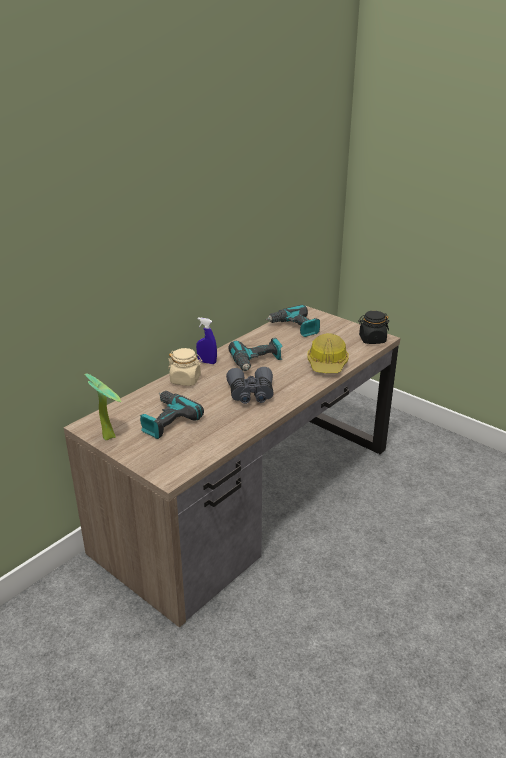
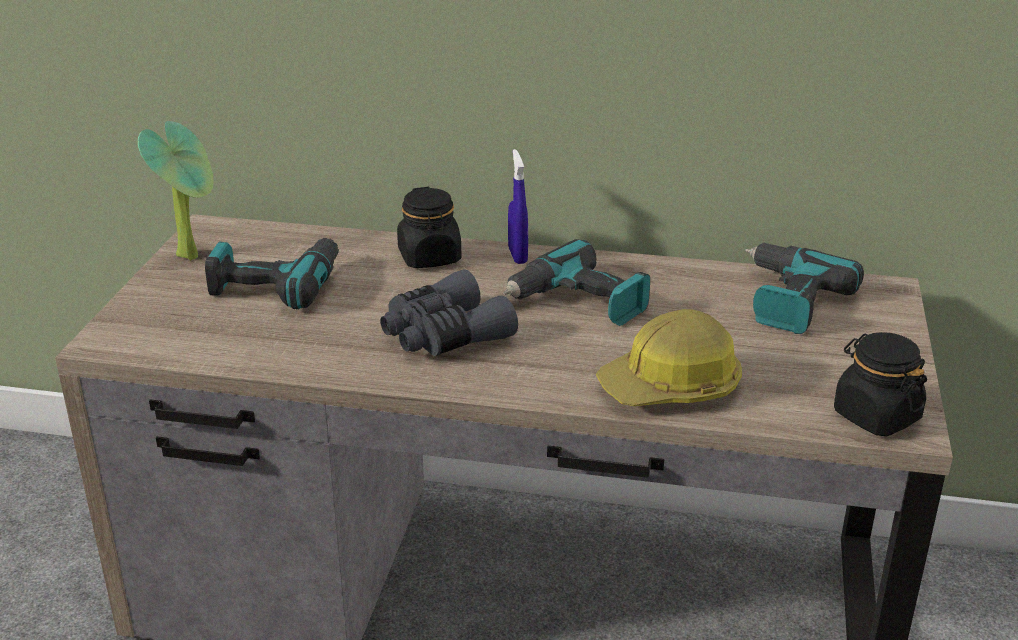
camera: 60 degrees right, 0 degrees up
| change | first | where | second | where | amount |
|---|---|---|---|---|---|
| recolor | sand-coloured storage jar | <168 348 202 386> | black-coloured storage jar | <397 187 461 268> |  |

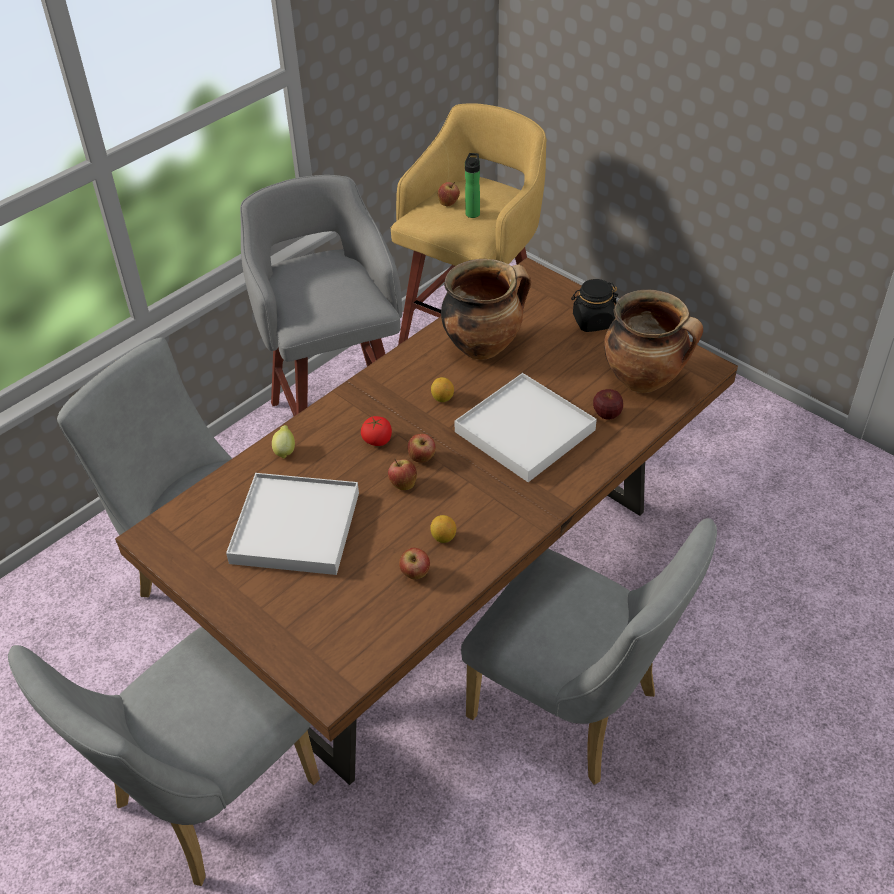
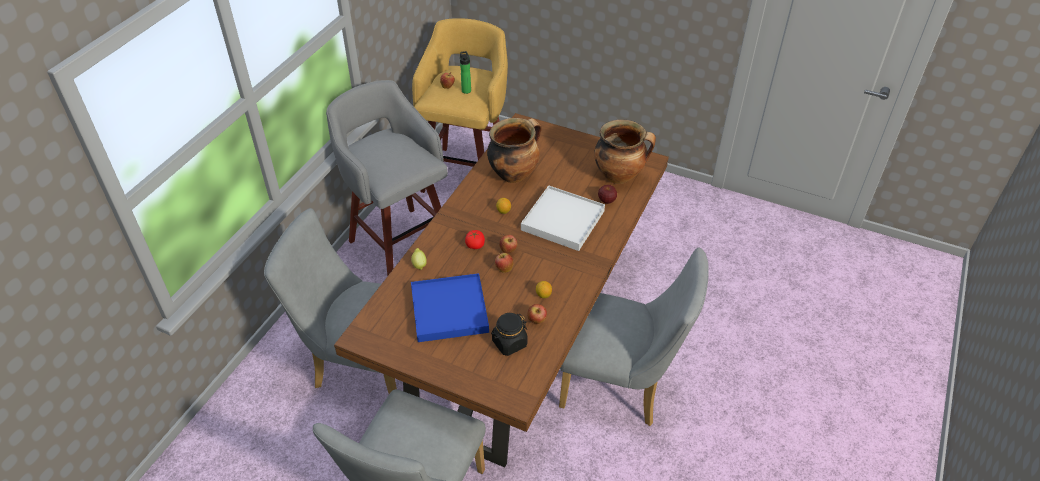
camera: 20 degrees left, 0 degrees up
| change | first | where | second | where | amount |
|---|---|---|---|---|---|
| recolor | whitish serving tray | <226 473 359 575> | blue-coloured serving tray | <411 273 489 342> |  |
| move | black-coloured storage jar | <571 279 618 332> |  | <491 313 528 356> |  |

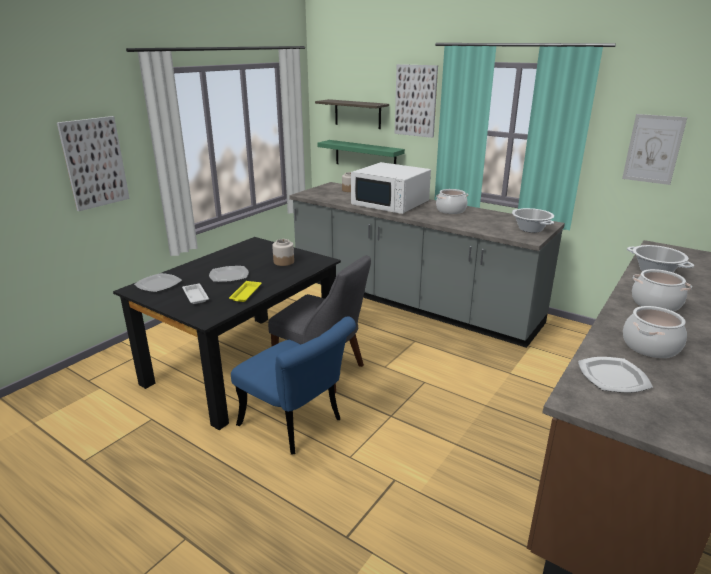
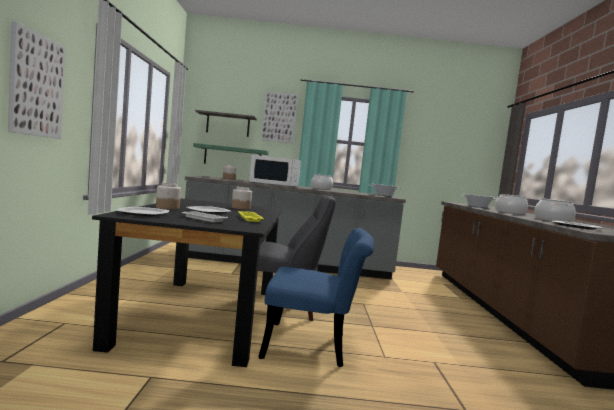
camera: 35 degrees left, 20 degrees down
| change | first | where | second | where | amount |
|---|---|---|---|---|---|
| delete | wall art | <622 114 687 185> |  |  |  |
| insert |  |  | storage jar | <156 183 181 209> |  |

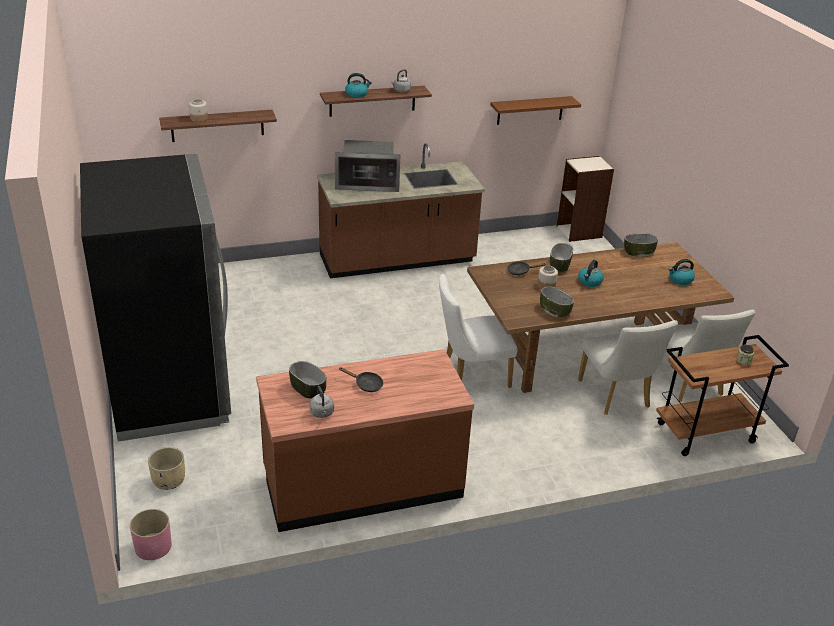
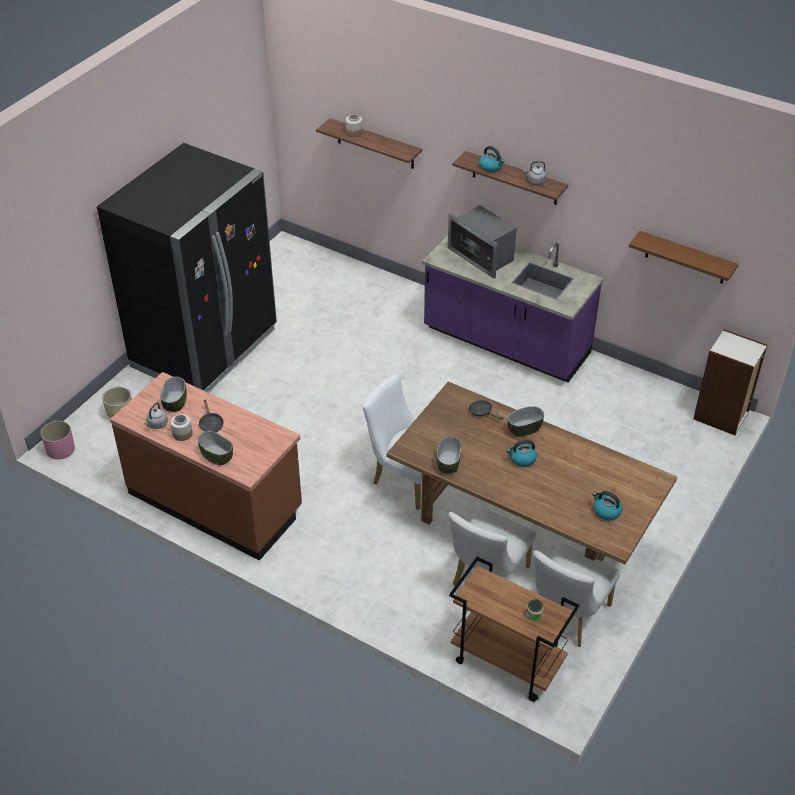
camera: 50 degrees right, 10 degrees up
| change | first | where | second | where | amount |
|---|---|---|---|---|---|
| recolor | brown-coloured kitchen base unit | <317 143 485 278> | purplish kitchen base unit | <422 235 603 383> |  |
| move | storage jar | <538 266 558 289> |  | <170 414 193 441> |  |
| move | serving bowl | <624 233 658 257> |  | <198 431 233 465> |  |

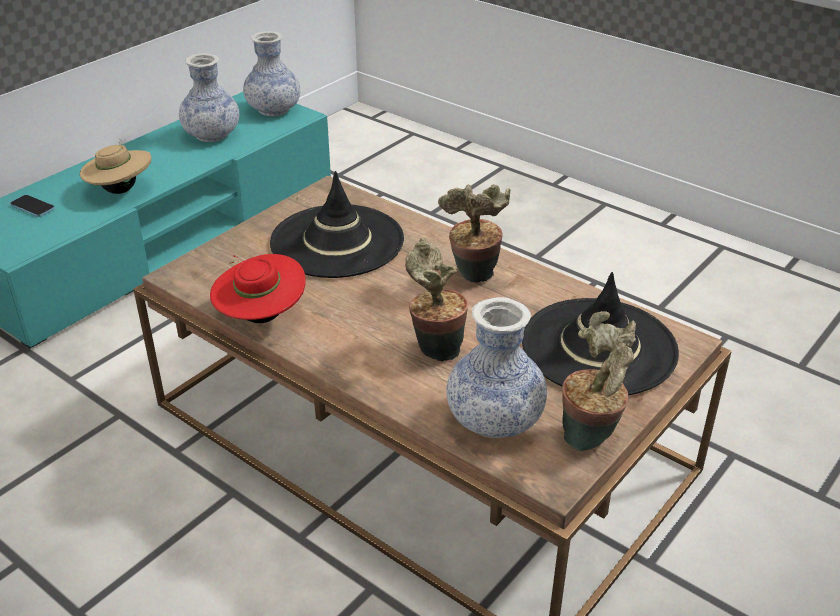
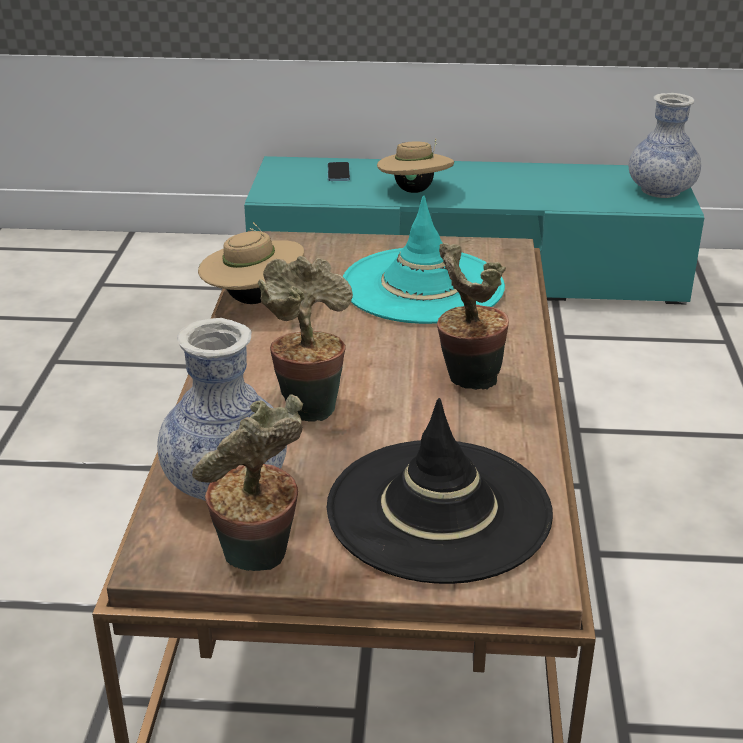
camera: 55 degrees right, 5 degrees down
| change | first | where | second | where | amount |
|---|---|---|---|---|---|
| delete | vase | <179 53 239 142> |  |  |  |
| recolor | red-coloured wearable hat | <210 254 305 323> | sand-coloured wearable hat | <198 222 304 304> |  |
| recolor | black-coloured wearable hat | <270 171 404 278> | blue-green wearable hat | <343 196 505 324> |  |

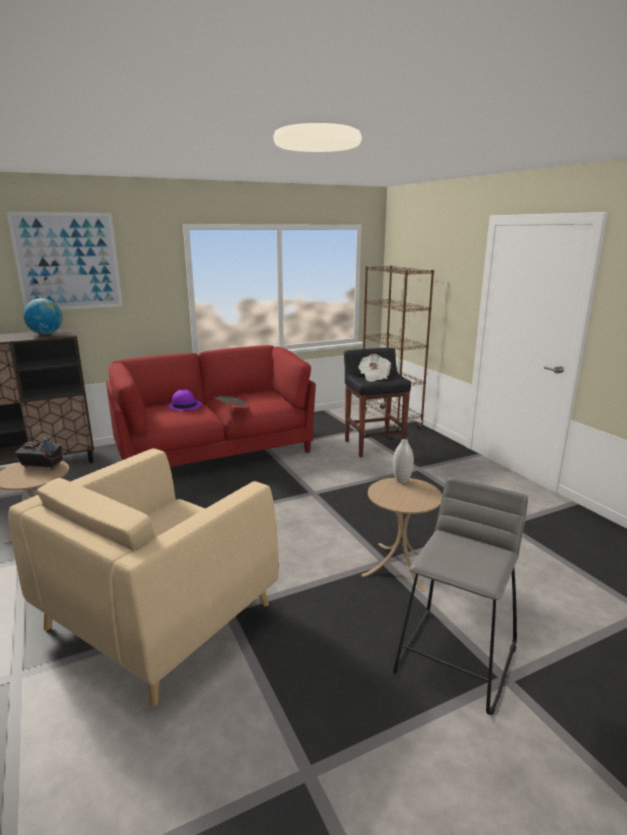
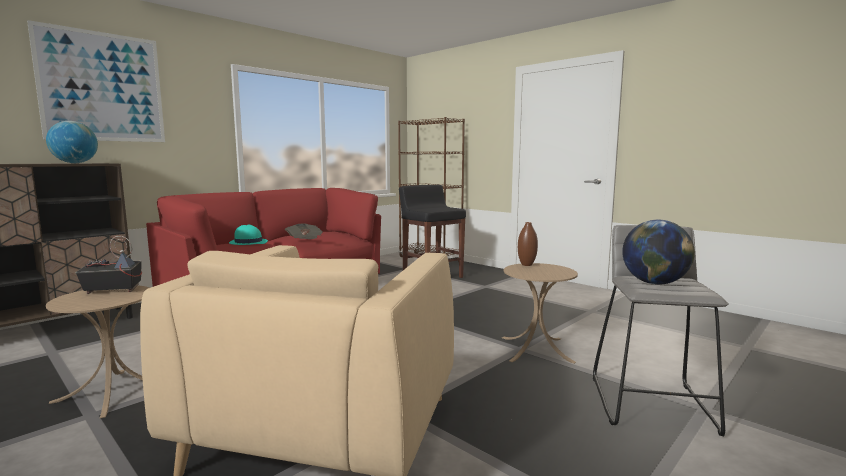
camera: 20 degrees left, 10 degrees down
| change | first | where | second | where | amount |
|---|---|---|---|---|---|
| recolor | purplish wearable hat | <168 389 202 411> | blue-green wearable hat | <229 224 268 245> |  |
| delete | newspaper | <358 354 391 381> |  |  |  |
| recolor | whitish vase | <393 439 414 483> | brown-coloured vase | <518 222 538 266> |  |
| insert |  |  | desk globe | <622 220 695 285> |  |

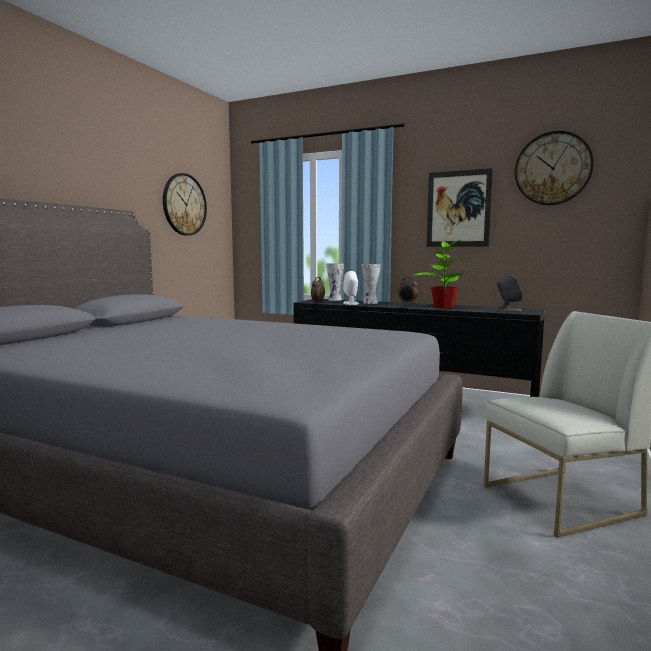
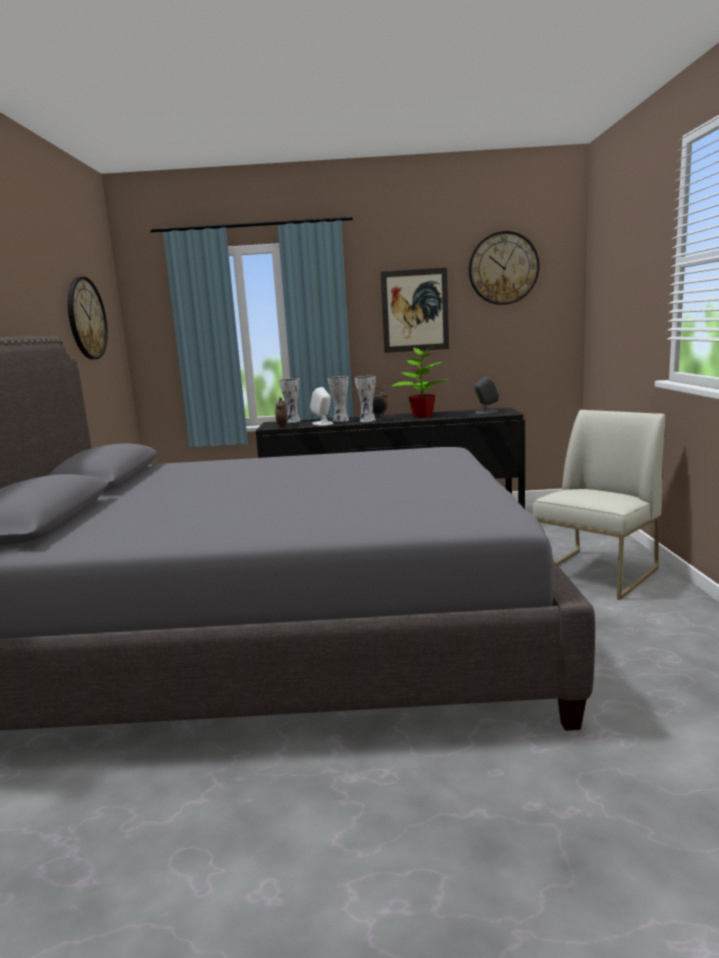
camera: 25 degrees left, 5 degrees up
| change | first | where | second | where | amount |
|---|---|---|---|---|---|
| insert |  |  | vase | <354 376 376 422> |  |

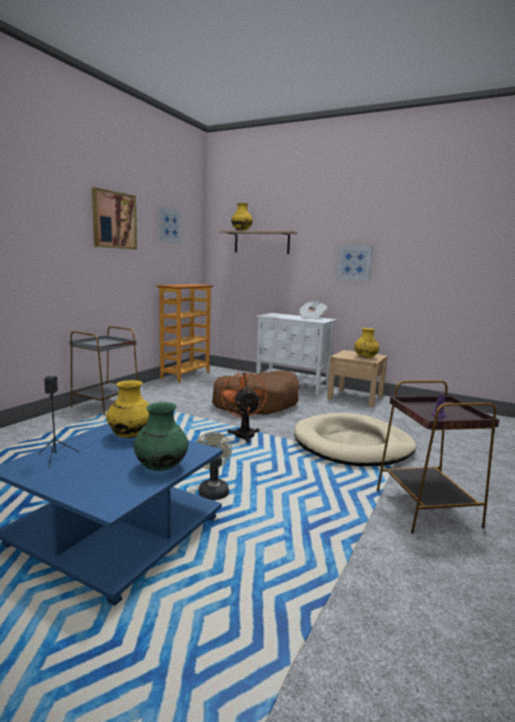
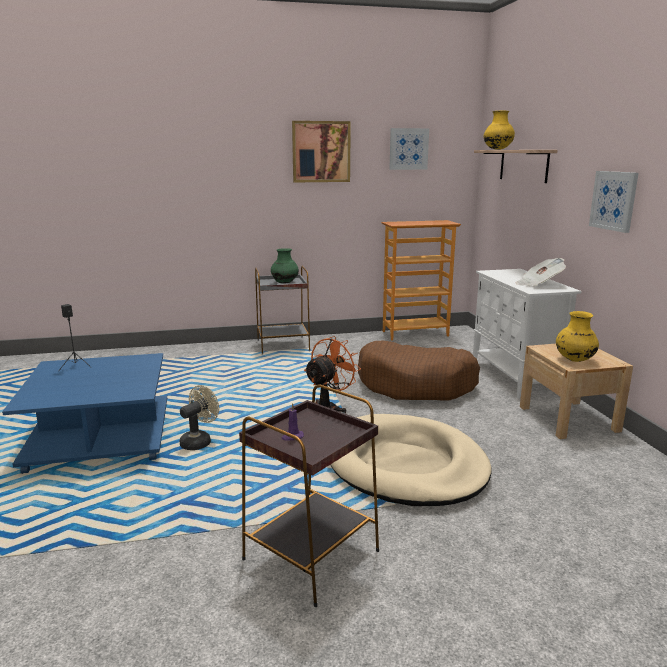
camera: 50 degrees right, 5 degrees up
| change | first | where | second | where | amount |
|---|---|---|---|---|---|
| delete | yellow vase | <106 380 149 438> |  |  |  |
| move | greenish vase | <134 402 188 471> |  | <271 248 299 284> |  |

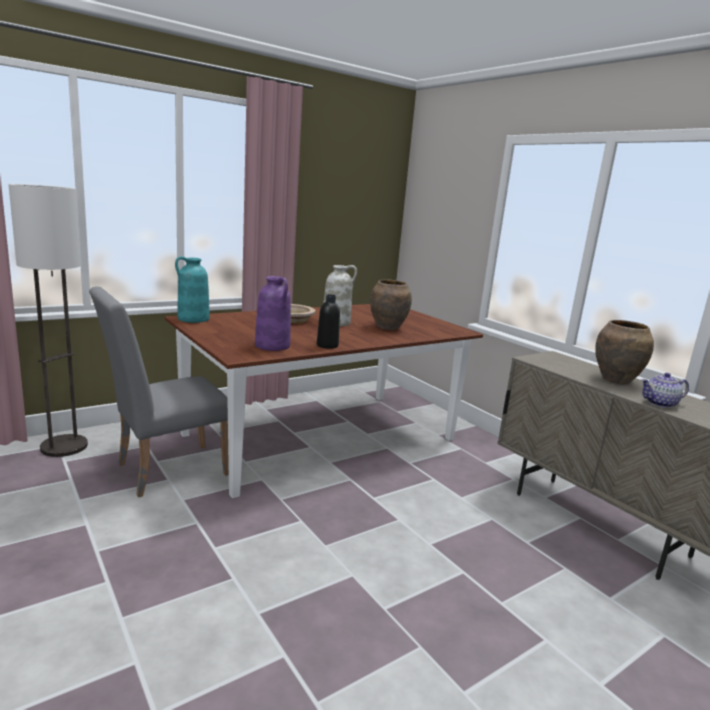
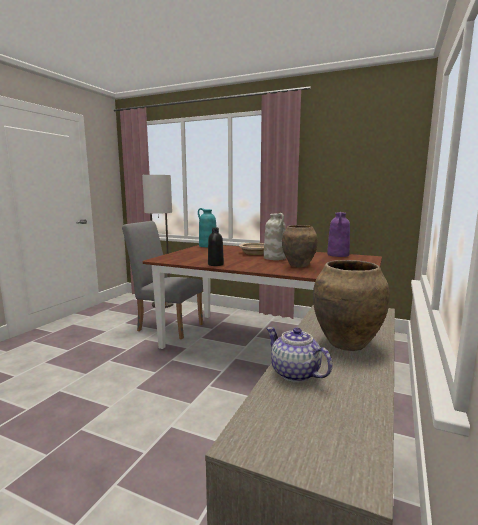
camera: 60 degrees right, 5 degrees down
| change | first | where | second | where | amount |
|---|---|---|---|---|---|
| move | purplish vase | <255 276 291 351> |  | <327 212 350 257> |  |

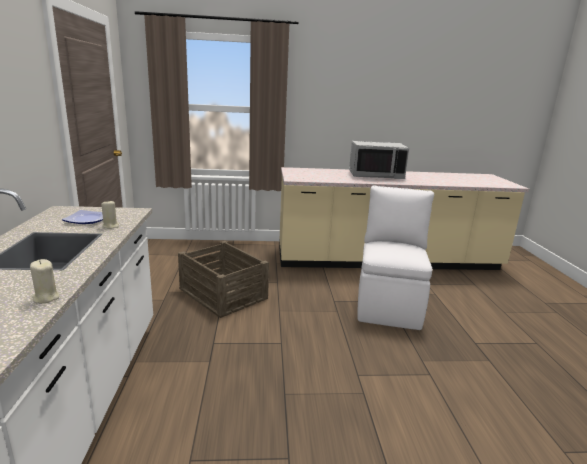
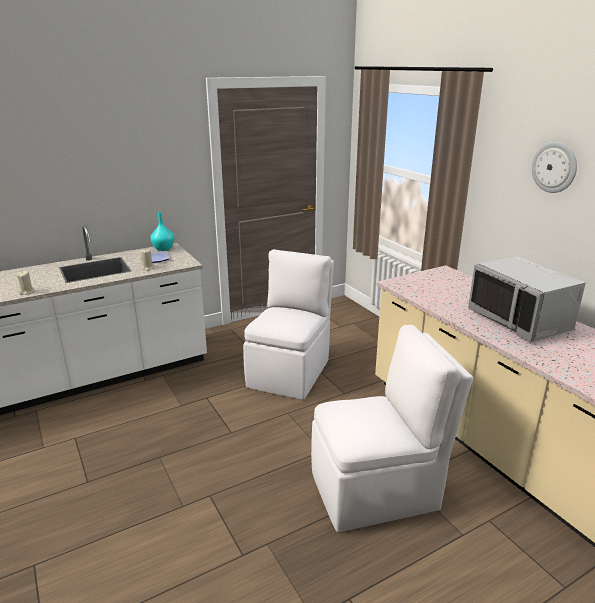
camera: 65 degrees right, 5 degrees up
| change | first | where | second | where | amount |
|---|---|---|---|---|---|
| replace | shipping crate | <178 241 269 318> | whitish chair | <243 249 334 400> |  |
| insert |  |  | blue-green vase | <151 212 174 251> |  |
| insert |  |  | hanging clock | <532 142 577 193> |  |

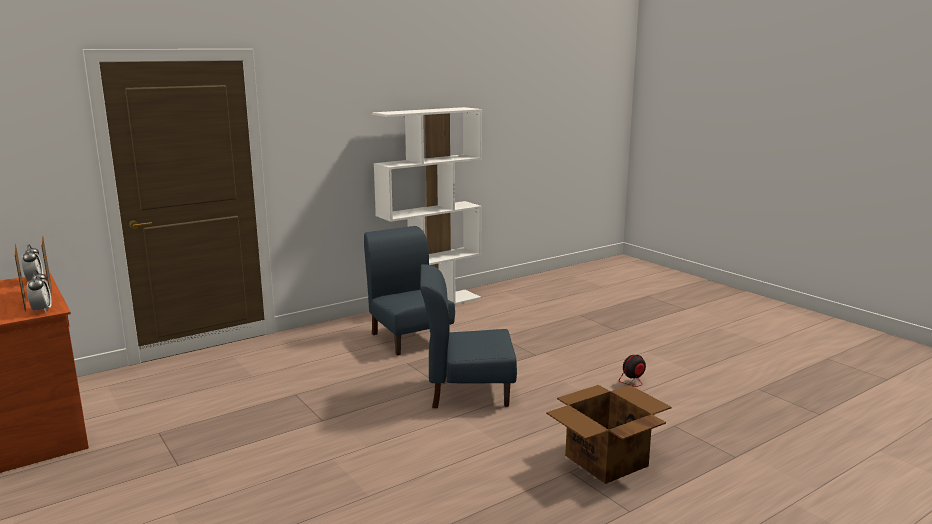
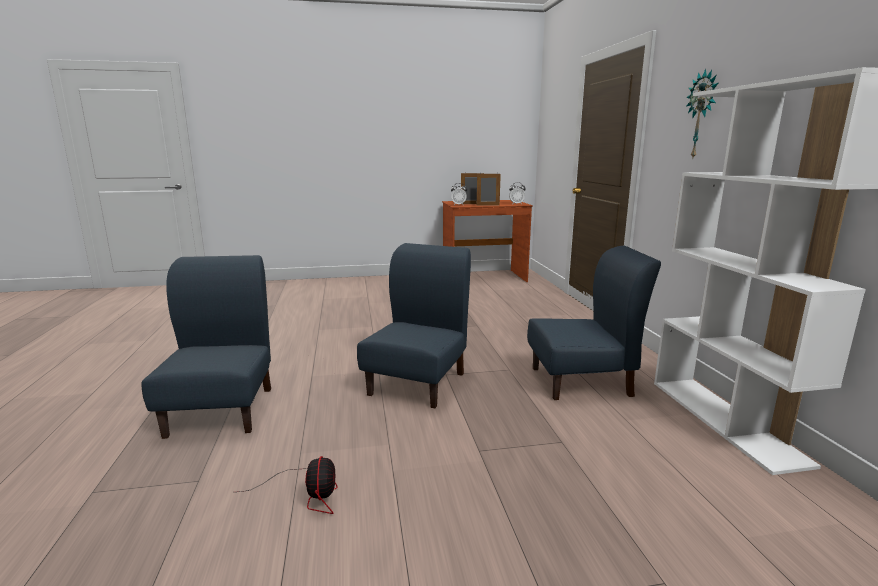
camera: 115 degrees right, 0 degrees up
| change | first | where | second | where | amount |
|---|---|---|---|---|---|
| replace | packing box | <546 385 672 484> | blue-coloured chair | <141 255 271 439> |  |
| insert |  |  | hanging clock | <686 69 718 160> |  |

